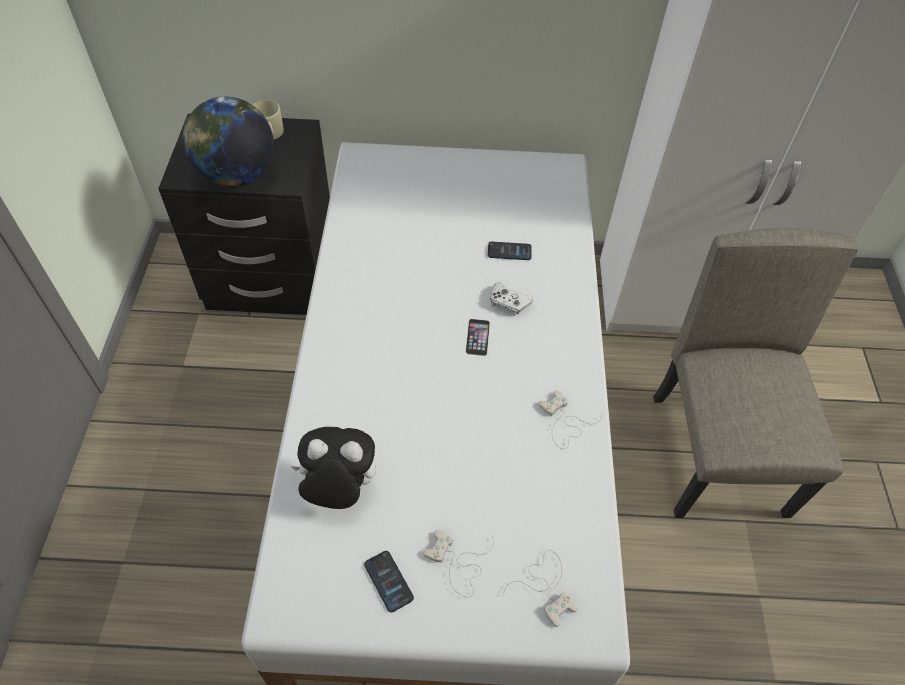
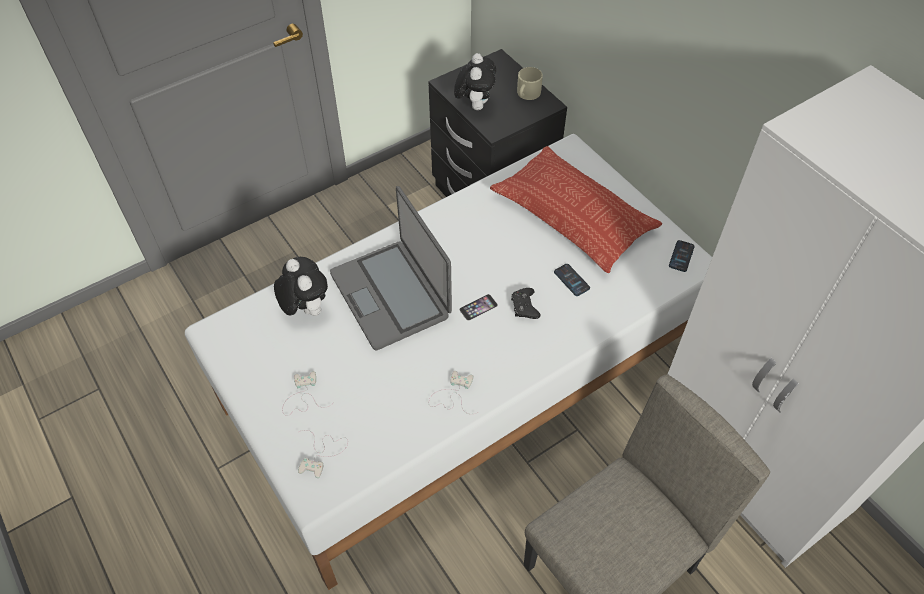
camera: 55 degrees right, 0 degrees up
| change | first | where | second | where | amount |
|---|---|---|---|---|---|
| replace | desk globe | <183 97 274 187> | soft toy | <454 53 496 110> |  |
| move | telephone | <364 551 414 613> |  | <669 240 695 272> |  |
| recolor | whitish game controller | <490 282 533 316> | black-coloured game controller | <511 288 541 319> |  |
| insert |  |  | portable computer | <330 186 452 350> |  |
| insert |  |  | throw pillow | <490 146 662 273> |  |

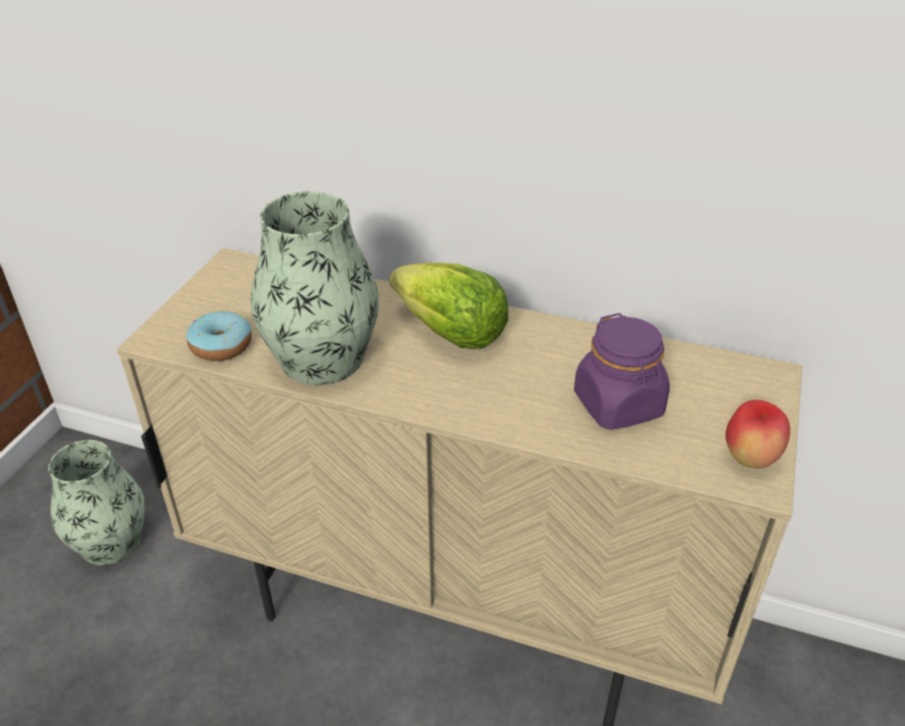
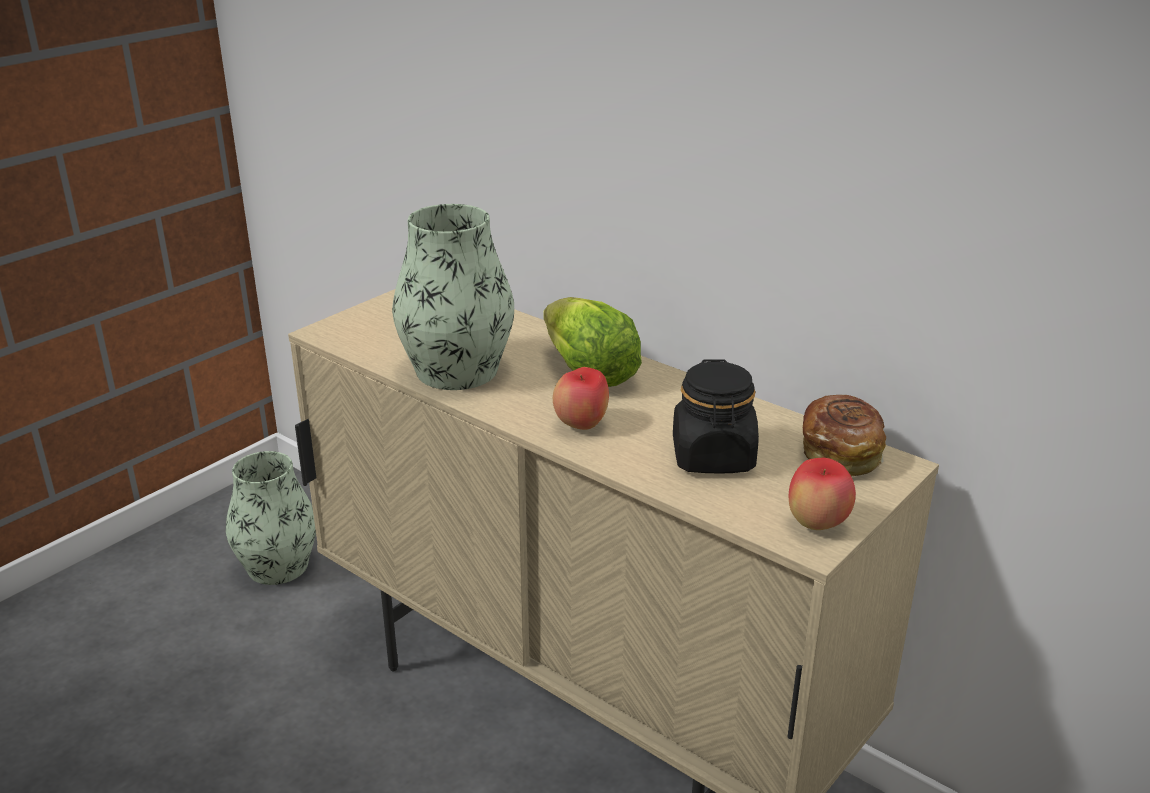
camera: 20 degrees right, 10 degrees down
| change | first | where | second | where | amount |
|---|---|---|---|---|---|
| delete | ring doughnut | <186 311 252 361> |  |  |  |
| recolor | purplish storage jar | <574 313 670 430> | black-coloured storage jar | <673 359 759 473> |  |
| insert |  |  | apple | <553 367 609 430> |  |
| insert |  |  | baked bread | <803 395 886 476> |  |

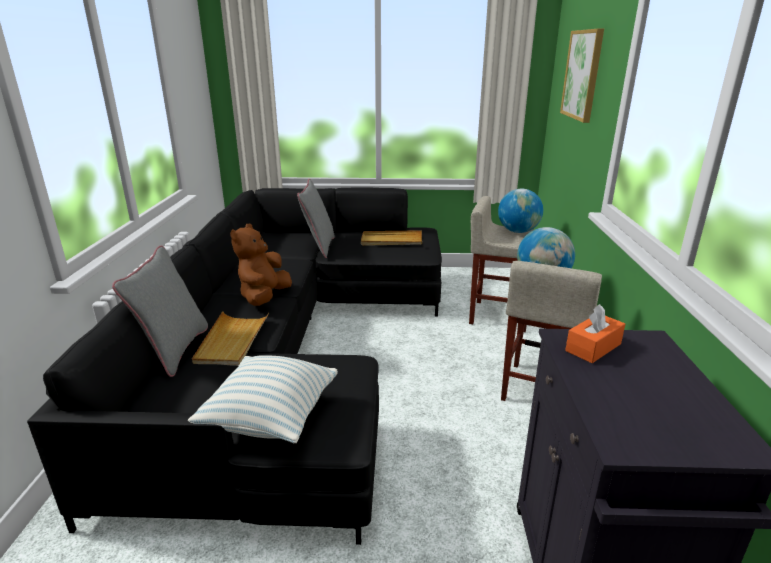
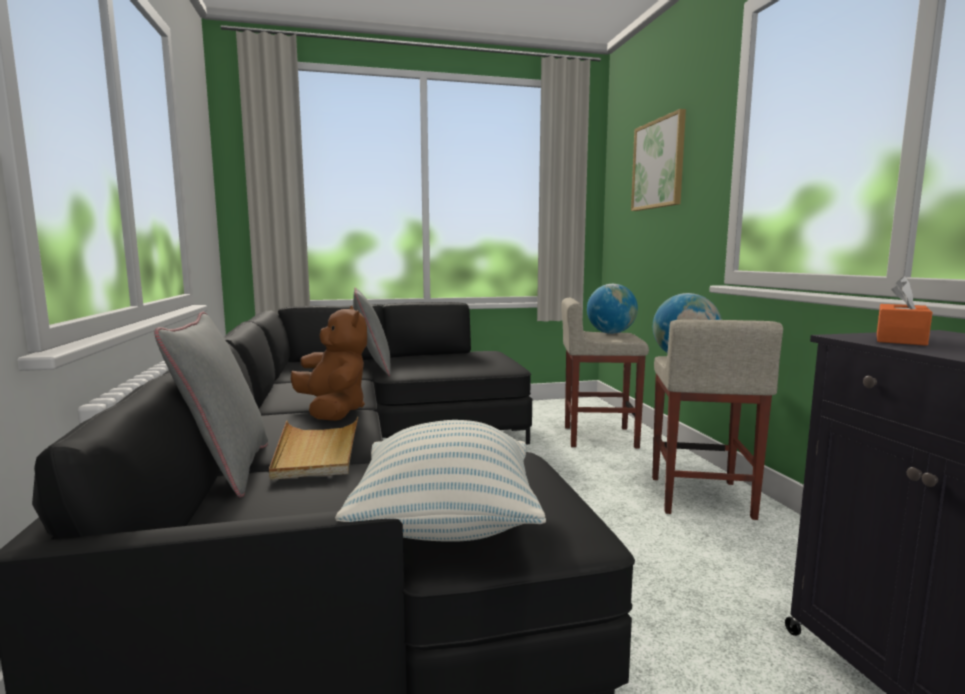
camera: 15 degrees left, 15 degrees down
| change | first | where | second | where | amount |
|---|---|---|---|---|---|
| rotate | brown-coloured soft toy | <230 224 292 306> |  | <291 306 367 421> | 150 degrees clockwise |
| delete | sand-coloured serving tray | <361 230 422 246> |  |  |  |

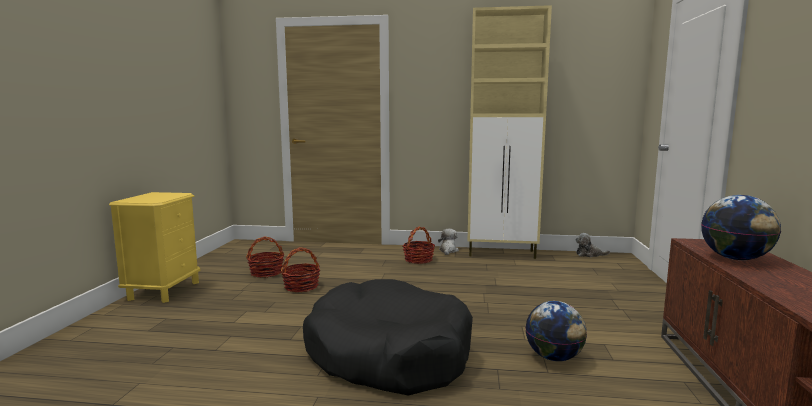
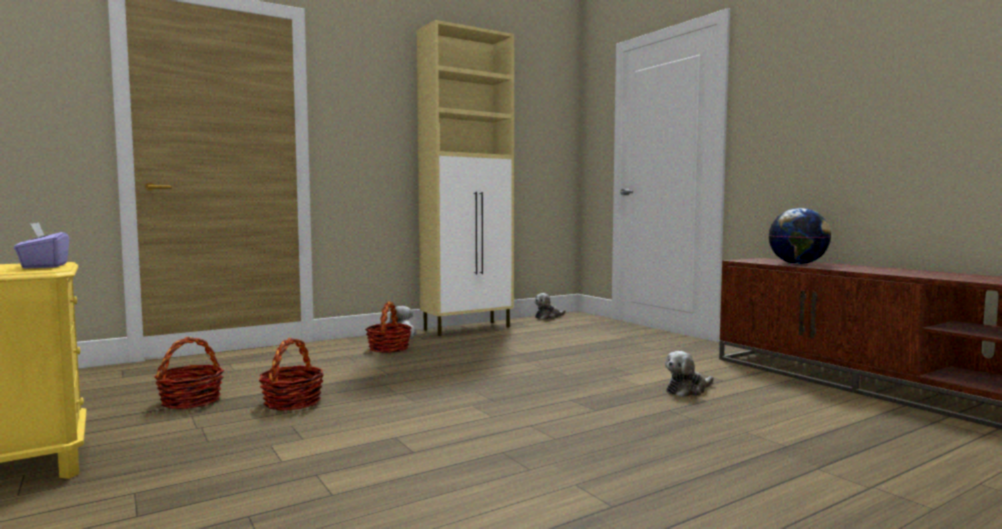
camera: 40 degrees left, 5 degrees down
| change | first | where | second | where | amount |
|---|---|---|---|---|---|
| delete | black-coloured dog cushion | <303 279 473 396> |  |  |  |
| replace | desk globe | <525 301 587 361> | soft toy | <665 351 714 397> |  |
| insert |  |  | purplish tissue holder | <14 222 69 269> |  |

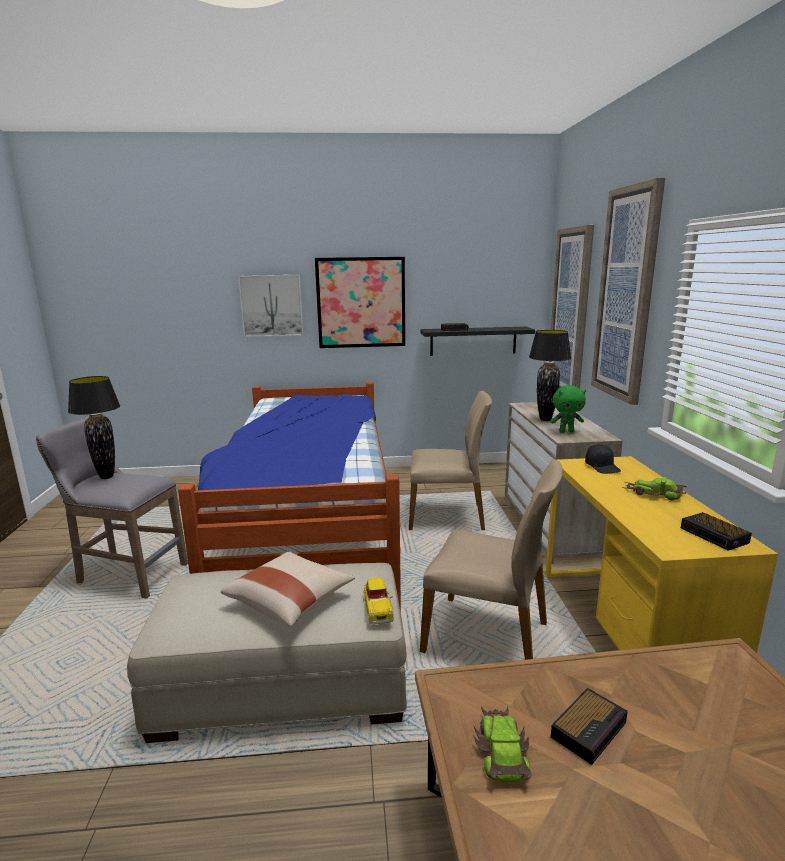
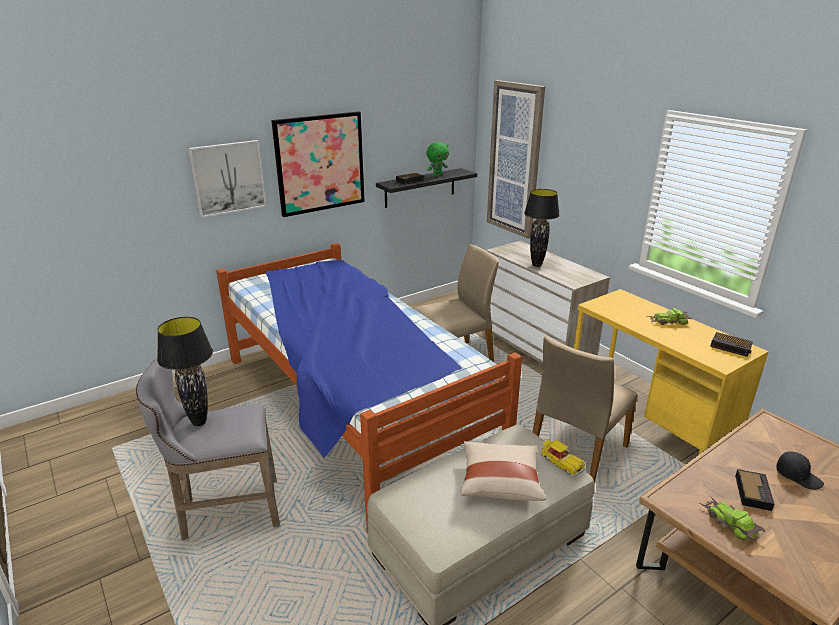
camera: 30 degrees left, 10 degrees up
| change | first | where | second | where | amount |
|---|---|---|---|---|---|
| rotate | sand-coloured chair | <420 459 563 660> |  | <533 336 637 484> | 135 degrees clockwise |
| move | greenish soft toy | <551 385 586 433> |  | <426 142 449 177> |  |
| move | black-coloured peaked cap | <585 444 621 474> |  | <776 452 824 490> |  |
| delete | wall art | <591 178 665 405> |  |  |  |

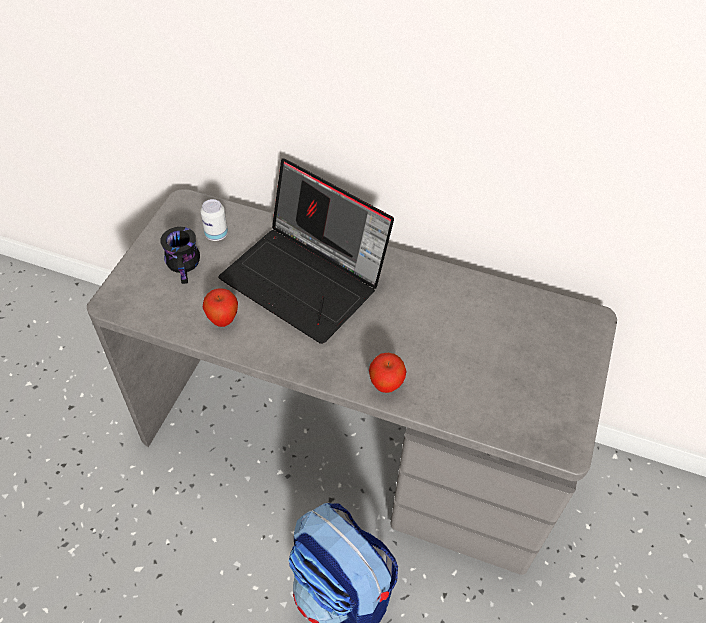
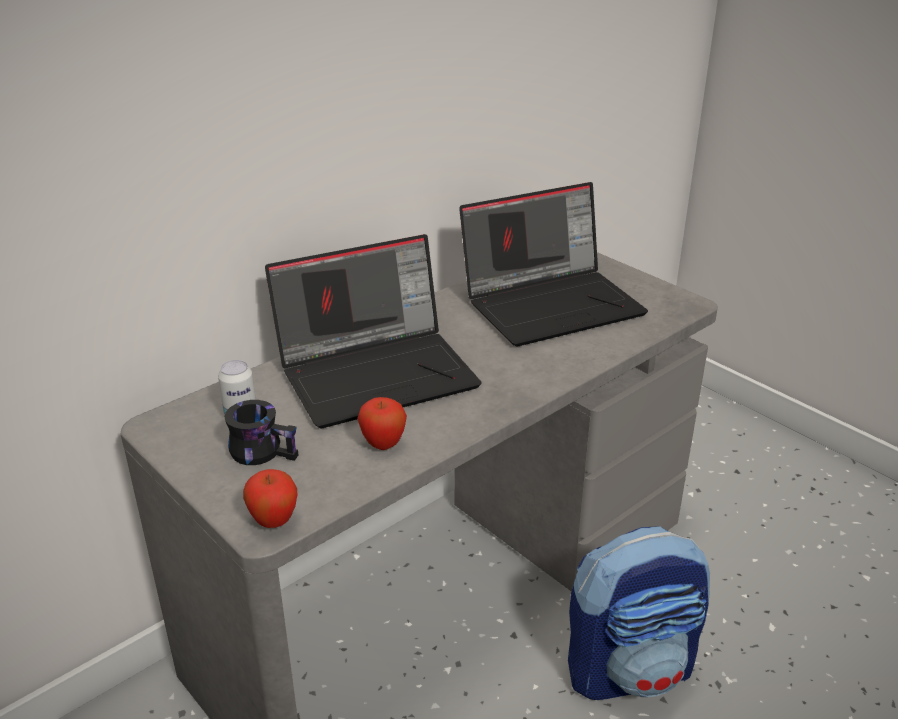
camera: 60 degrees left, 20 degrees down
| change | first | where | second | where | amount |
|---|---|---|---|---|---|
| move | apple | <369 353 407 393> |  | <243 469 297 528> |  |
| insert |  |  | portable computer | <459 182 648 346> |  |

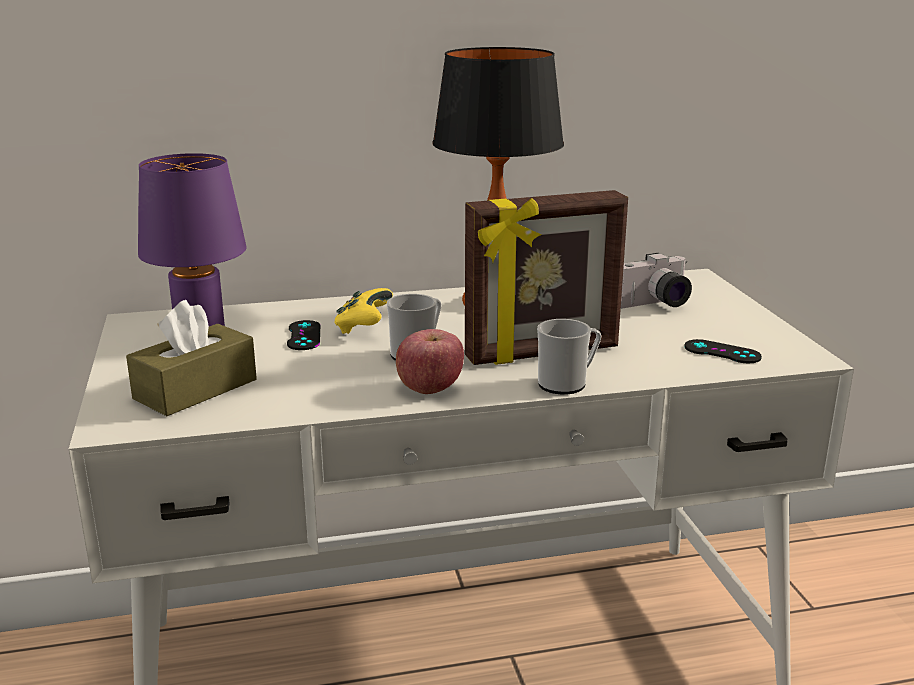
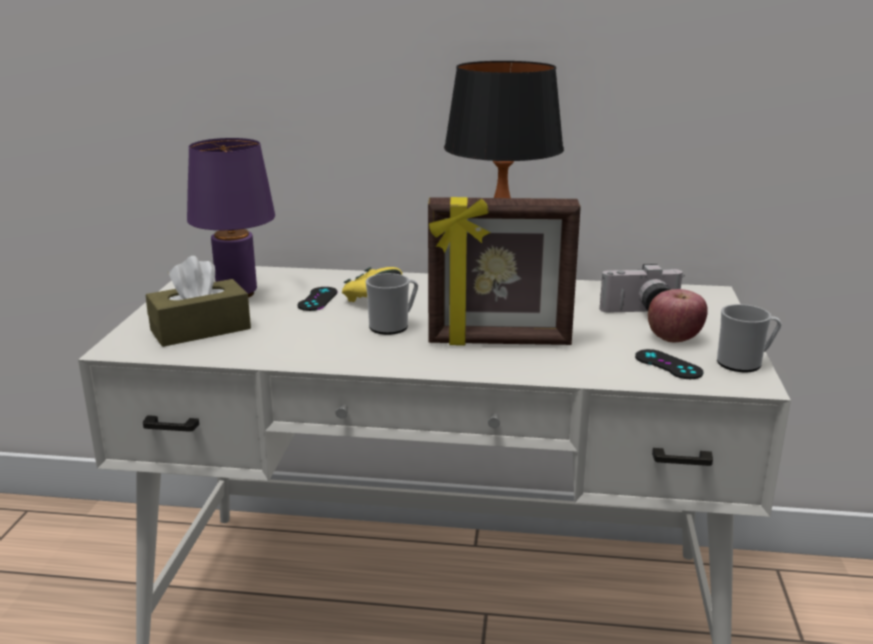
camera: 20 degrees right, 0 degrees up
| change | first | where | second | where | amount |
|---|---|---|---|---|---|
| move | apple | <396 329 464 394> |  | <648 289 708 342> |  |
| move | mug | <537 319 601 395> |  | <717 304 782 372> |  |

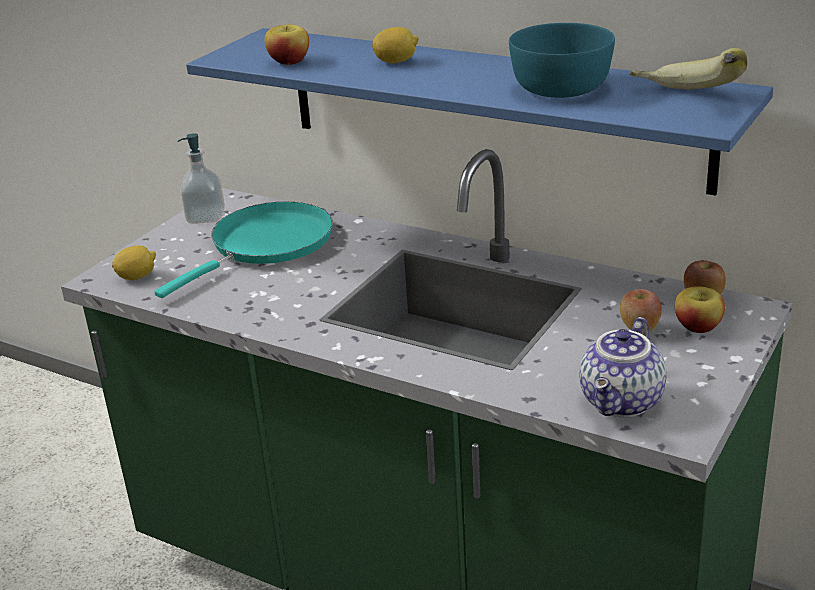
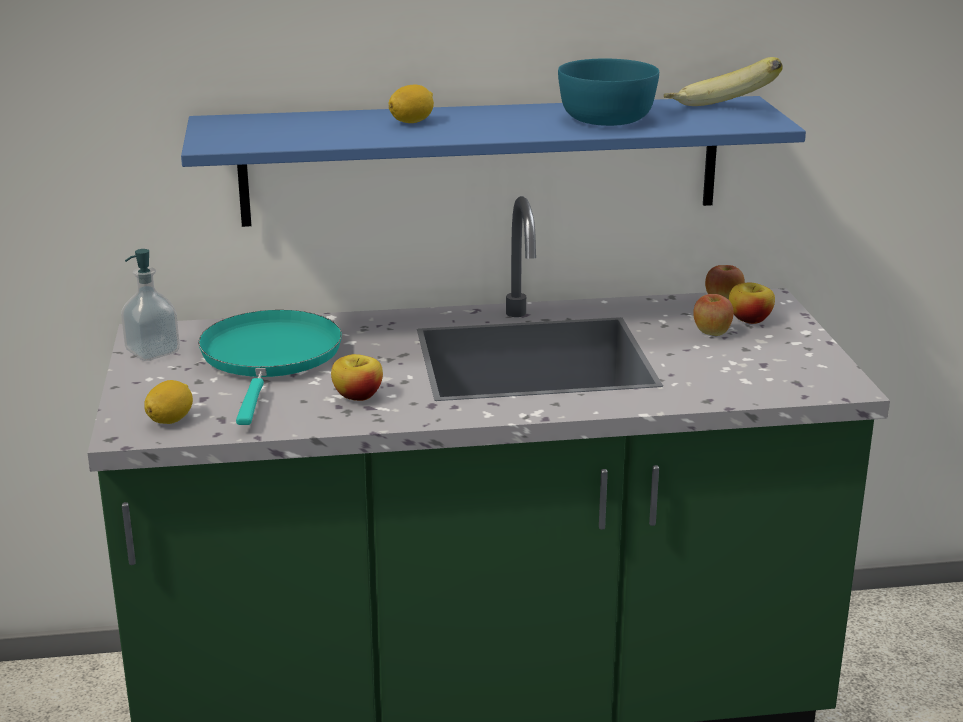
camera: 40 degrees left, 5 degrees down
| change | first | where | second | where | amount |
|---|---|---|---|---|---|
| move | apple | <264 24 309 65> |  | <331 354 383 401> |  |
| delete | tea pot | <580 317 666 417> |  |  |  |

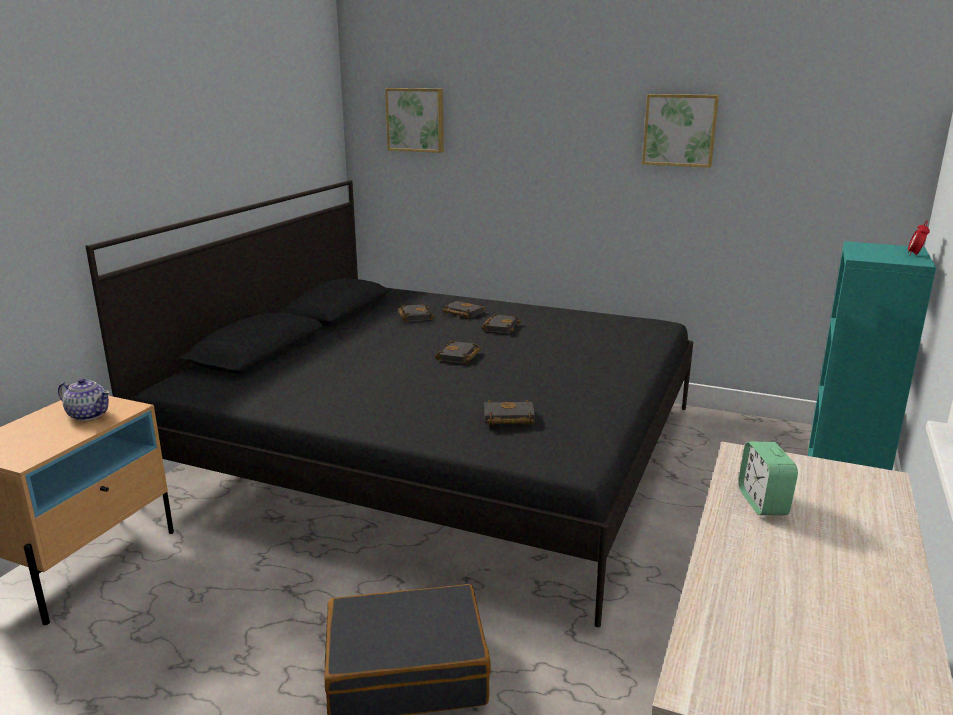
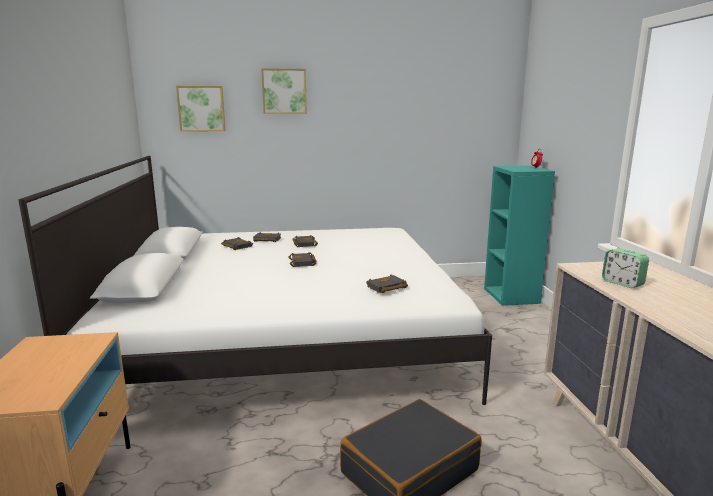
camera: 30 degrees left, 5 degrees down
| change | first | where | second | where | amount |
|---|---|---|---|---|---|
| delete | tea pot | <58 378 110 421> |  |  |  |
| recolor | black-coloured bedroom bed | <85 180 693 627> | whitish bedroom bed | <18 156 492 405> |  |
| move | wall art | <642 94 719 168> |  | <261 68 307 114> |  |

